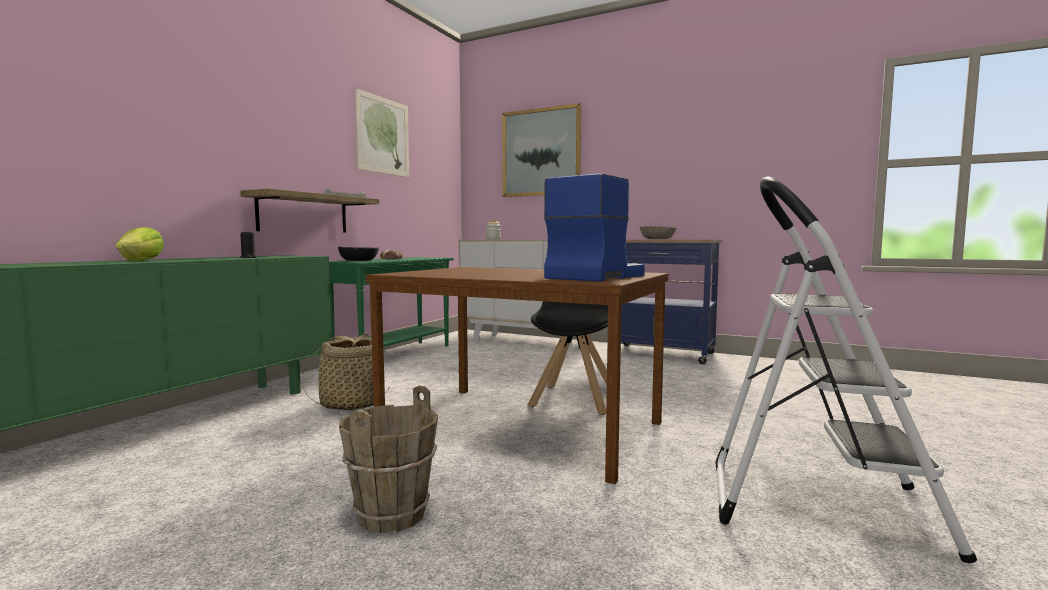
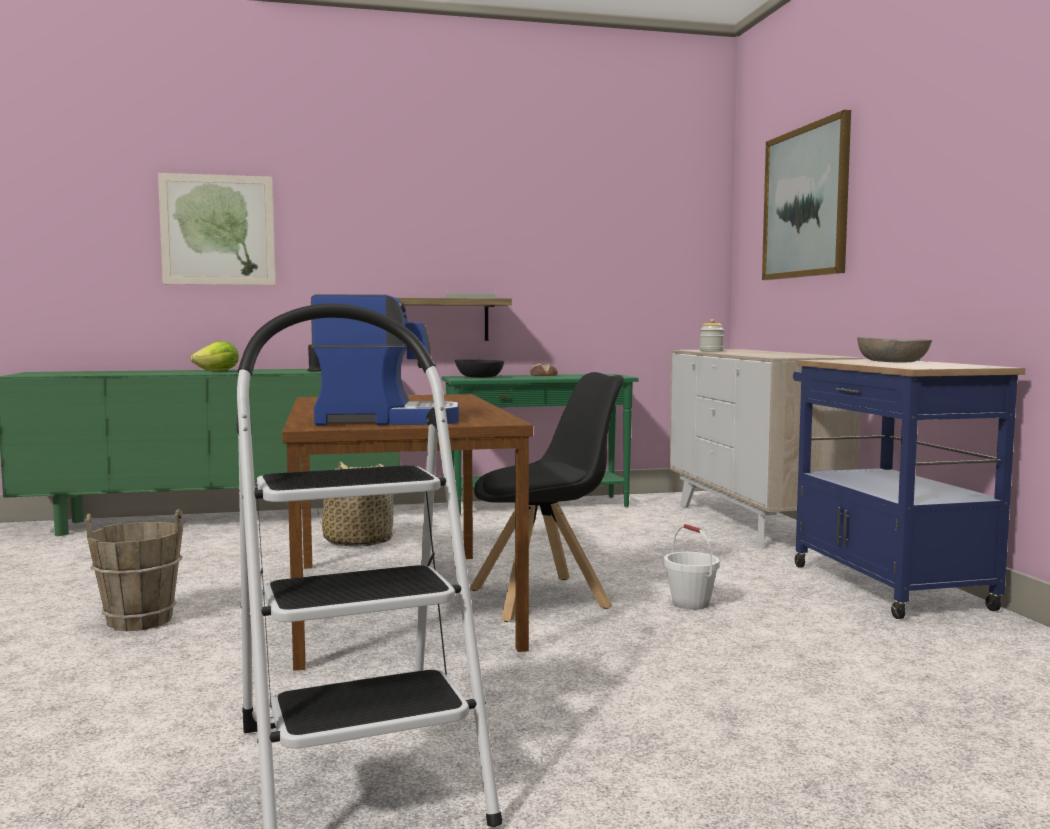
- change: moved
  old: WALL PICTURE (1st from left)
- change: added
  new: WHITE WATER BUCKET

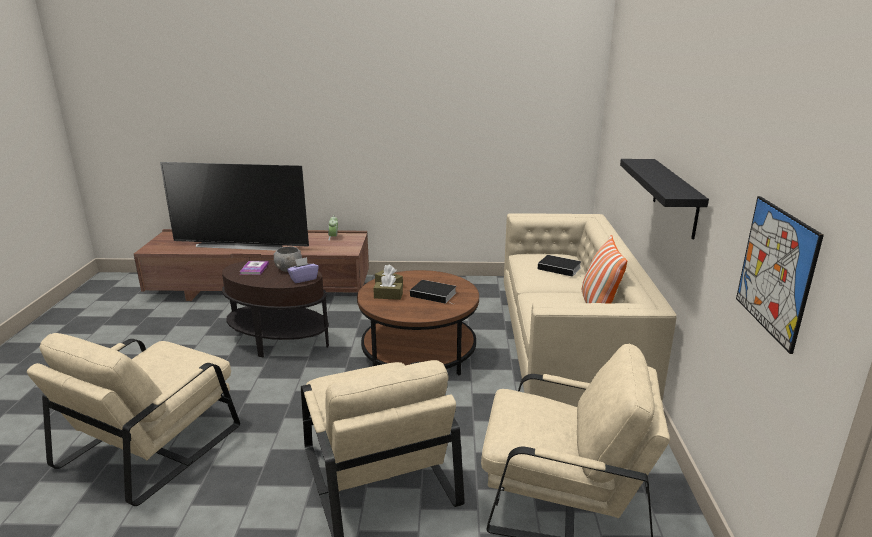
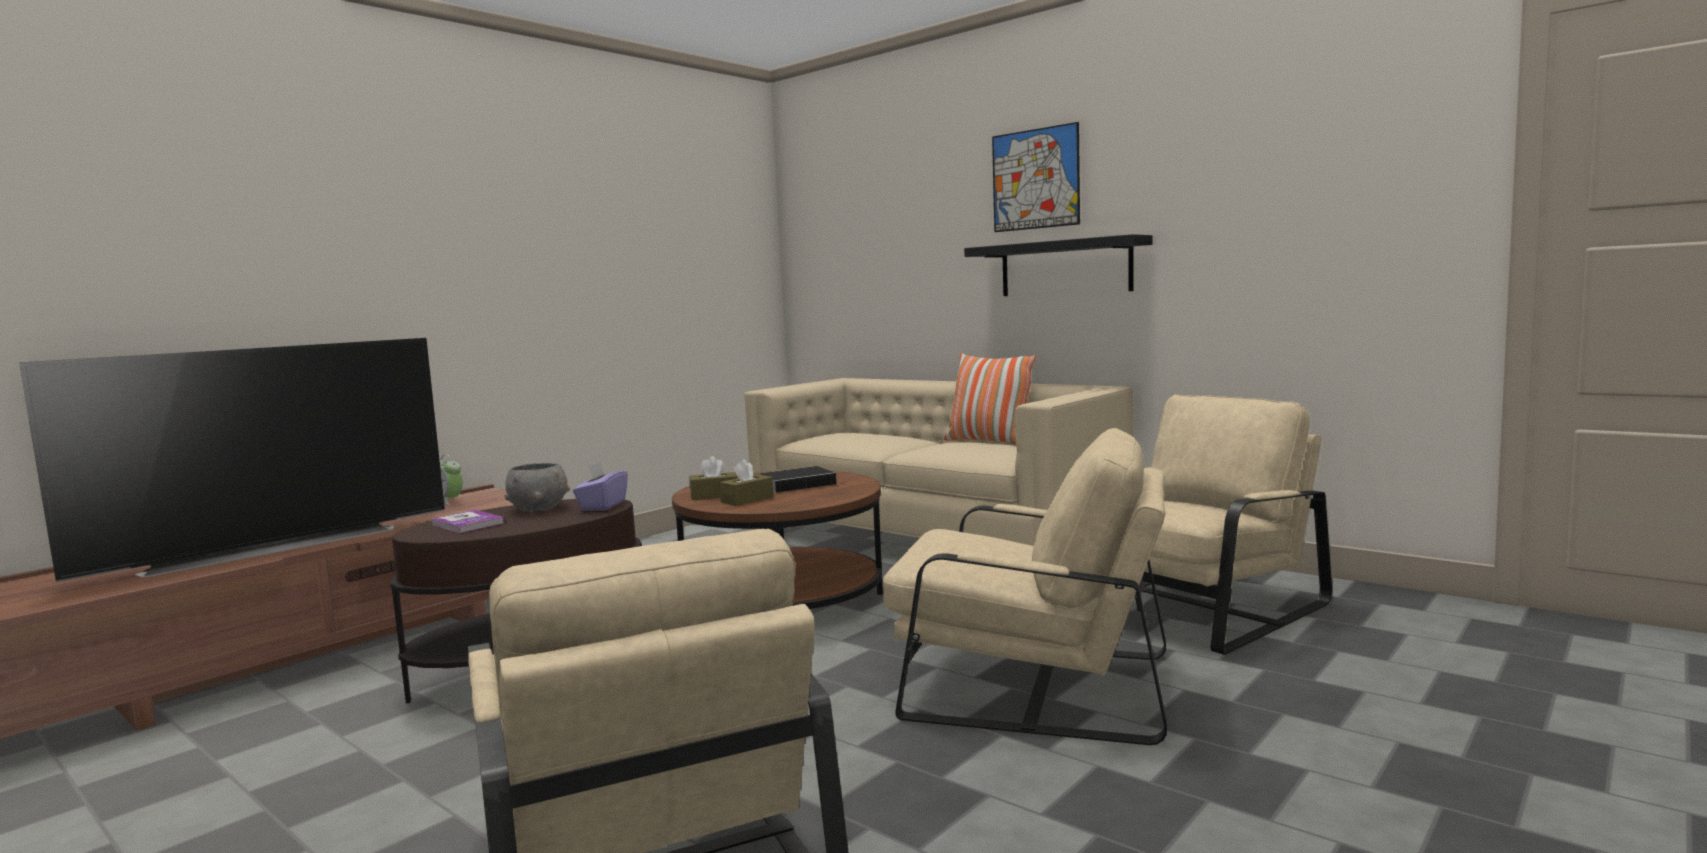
- change: moved
  old: WALL PICTURE
- change: removed
  old: BOOK (3rd from left)

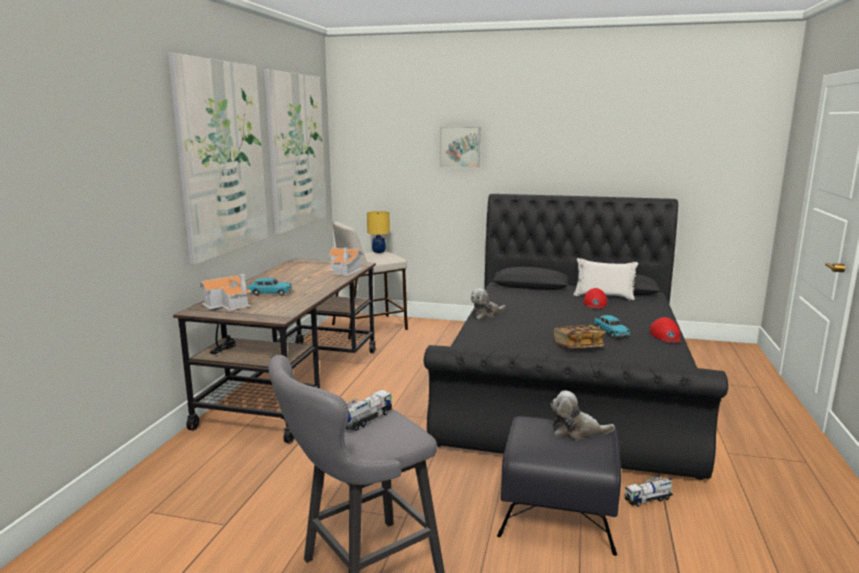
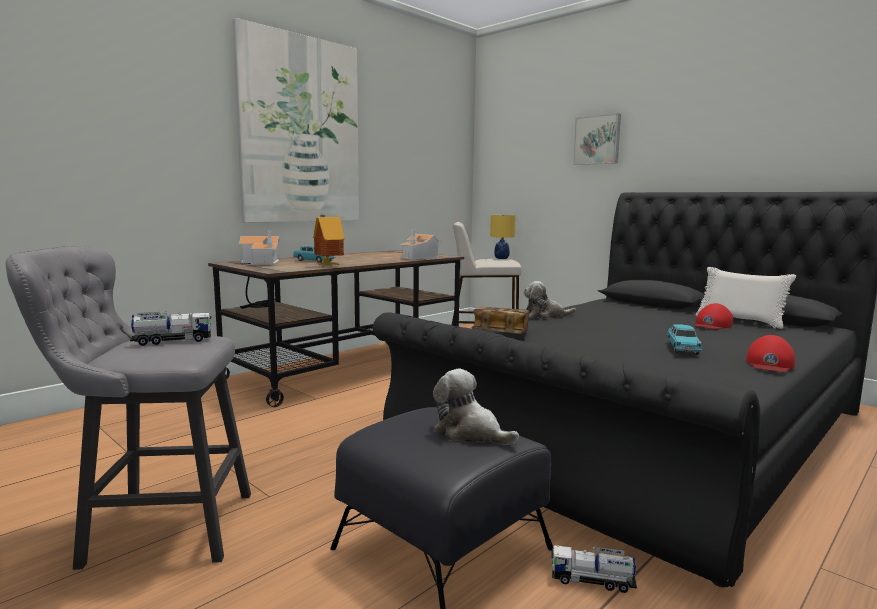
- change: removed
  old: WALL PICTURE (2nd from left)
- change: moved
  old: BOOK
- change: added
  new: TOY HOUSE (2nd from left)

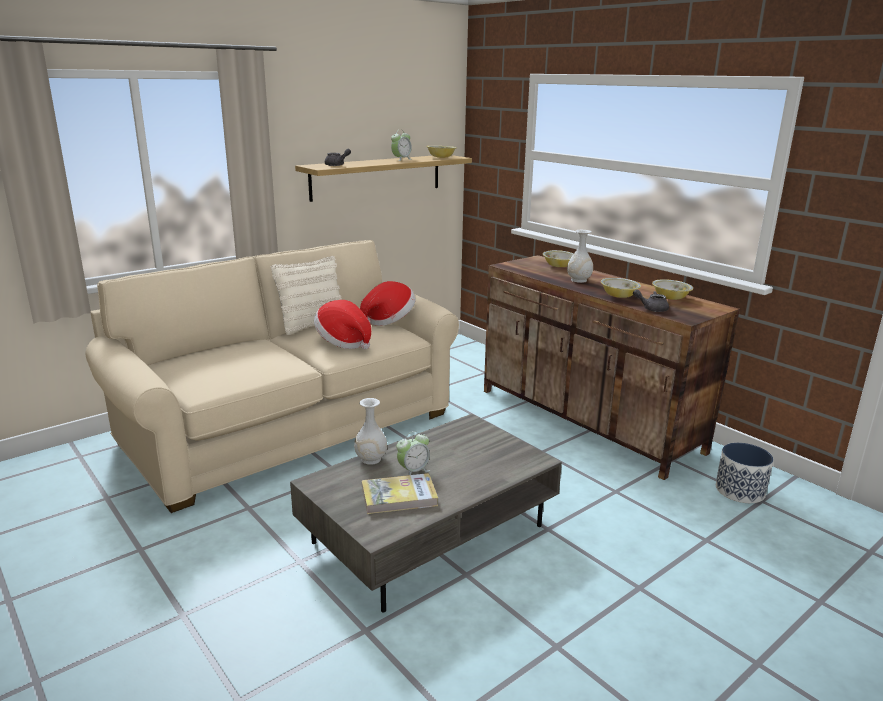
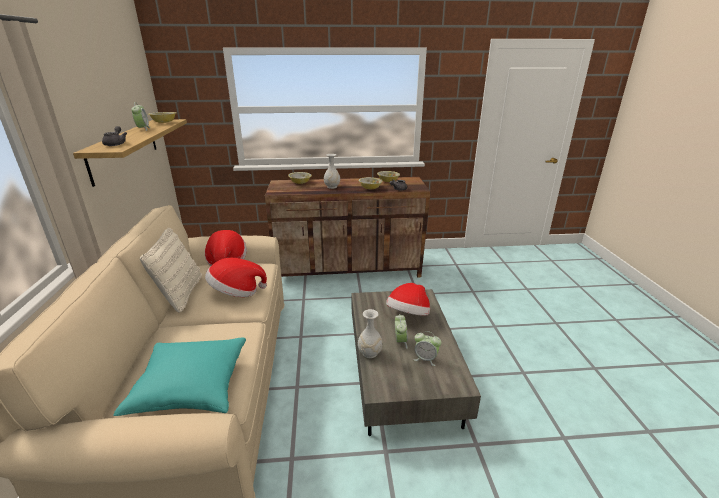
- change: removed
  old: FLOWER POT
- change: replaced
  old: BOOK
  new: TABLE CLOCK (3rd from left)
- change: added
  new: CLOTHING HAT (3rd from left)
- change: added
  new: TURQUOISE THROW PILLOW

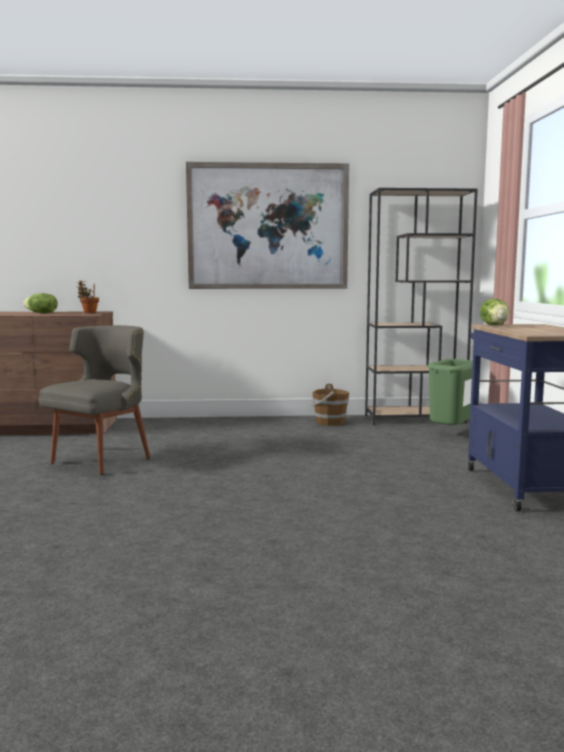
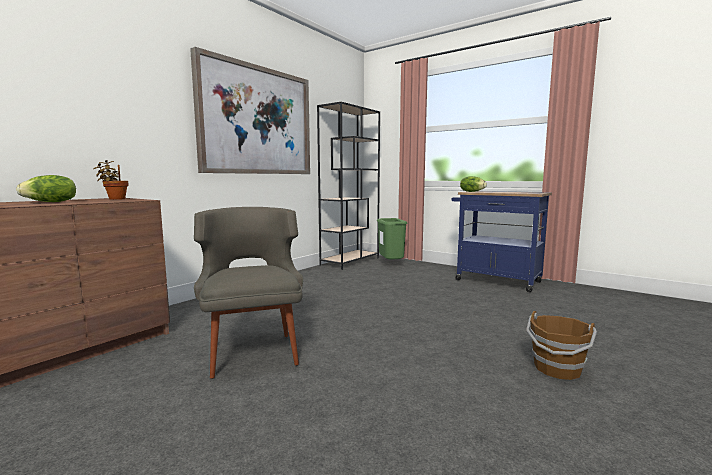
- change: moved
  old: BROWNISH WATER BUCKET

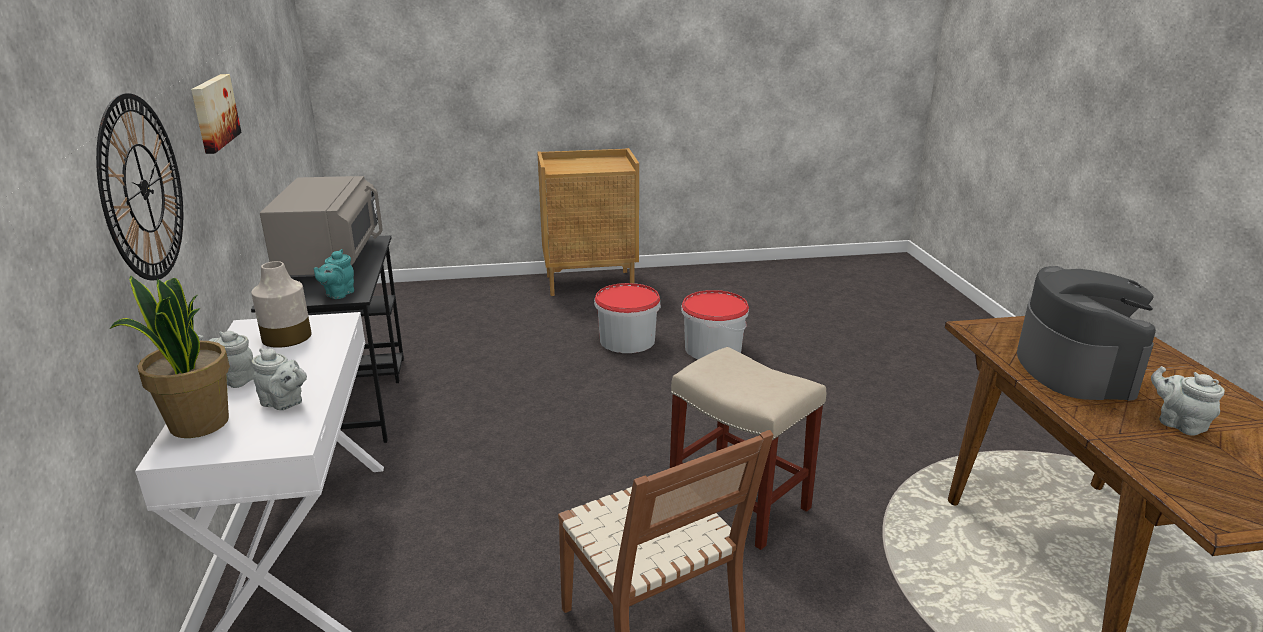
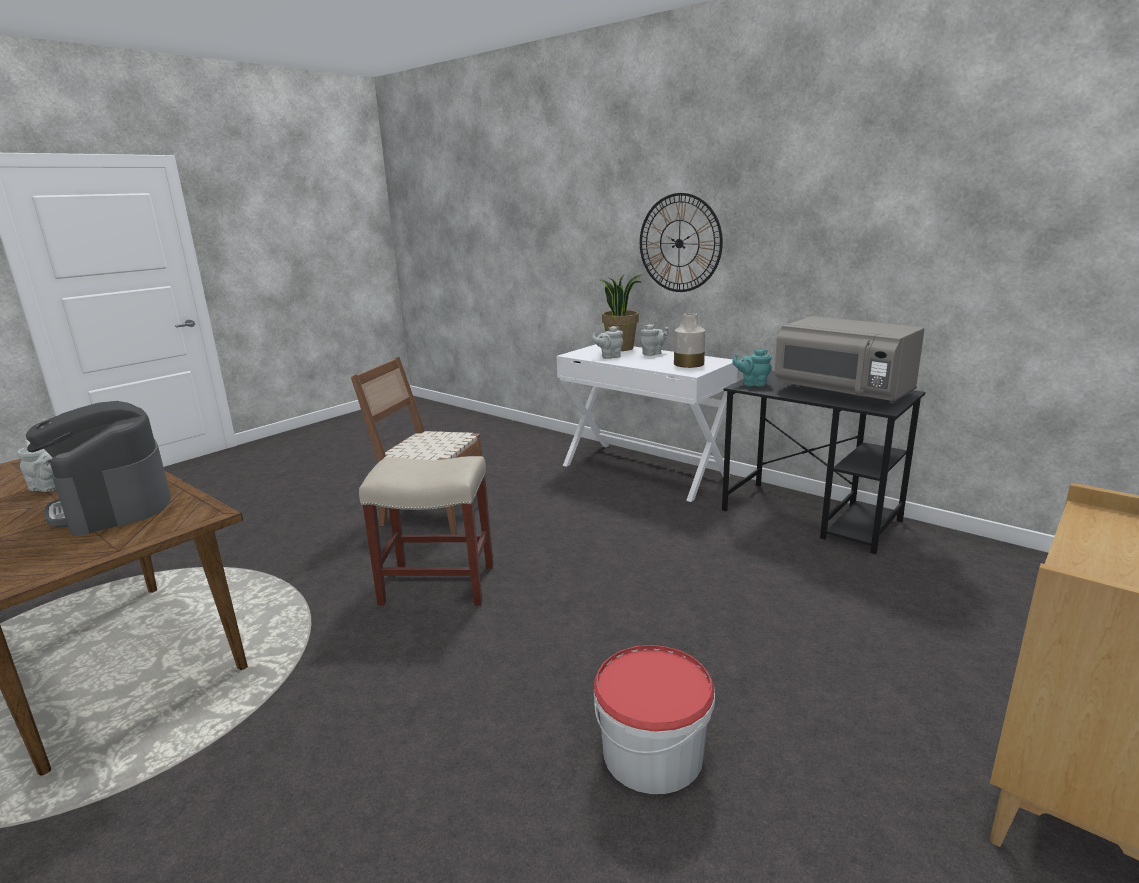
- change: removed
  old: WALL PICTURE
- change: turned
  old: TURQUOISE POT FOR TEA
  degrees: -60
- change: removed
  old: WATER BUCKET (1st from left)

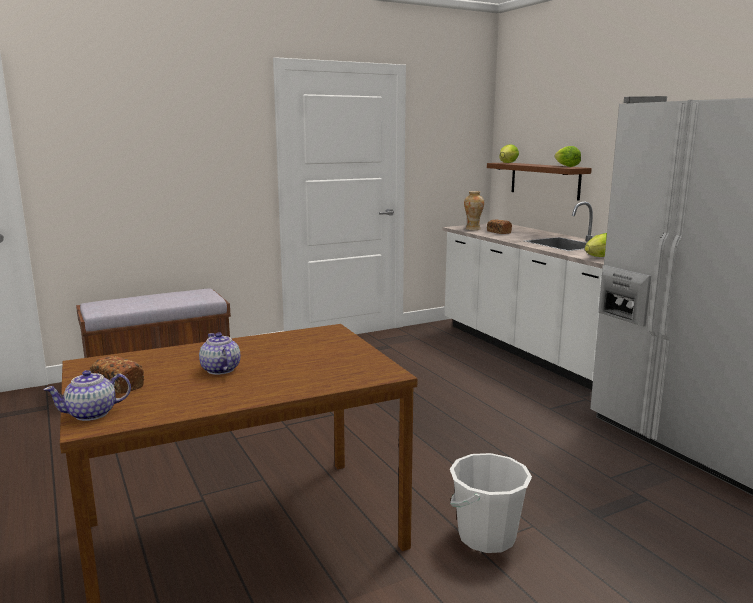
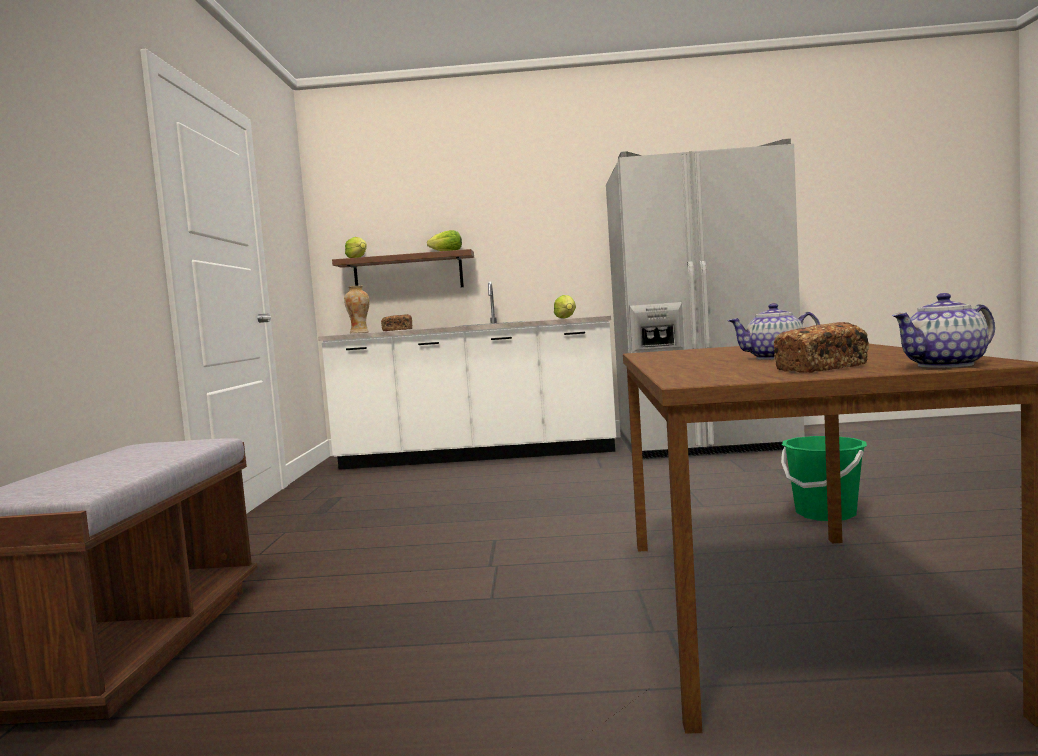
- change: turned
  old: POT FOR TEA (1st from left in the first image)
  degrees: 75
- change: recoloured
  old: WHITE WATER BUCKET
  new: GREENISH WATER BUCKET

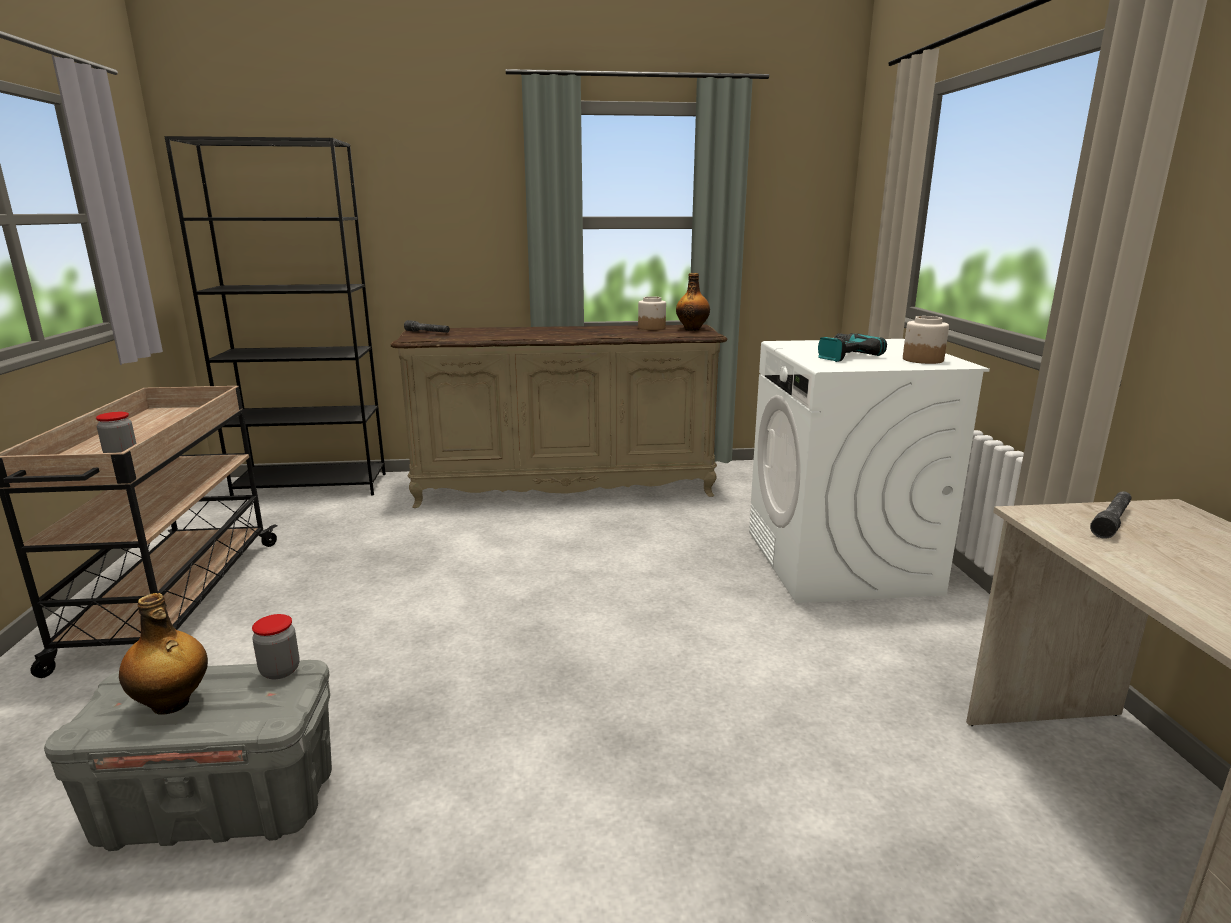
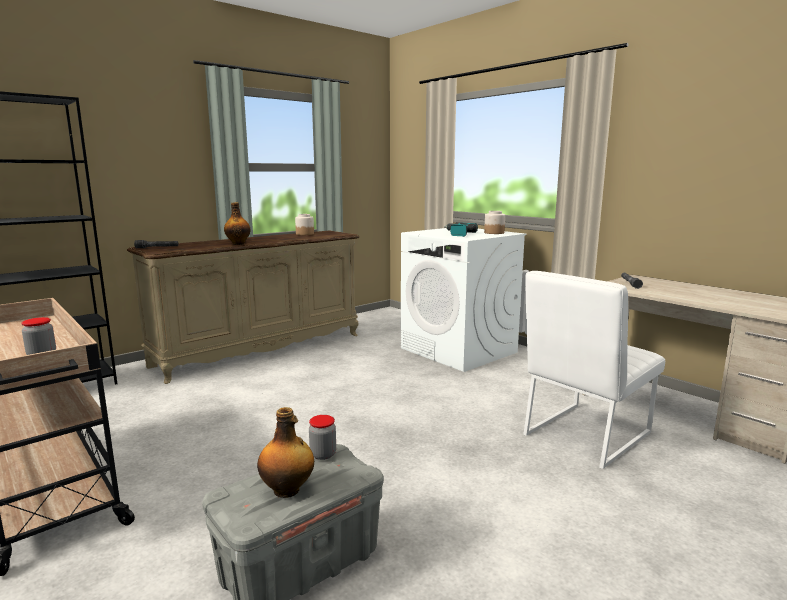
- change: moved
  old: BOTTLE (2nd from left in the first image)
  new: BOTTLE (1st from left)
- change: added
  new: WHITE CHAIR

